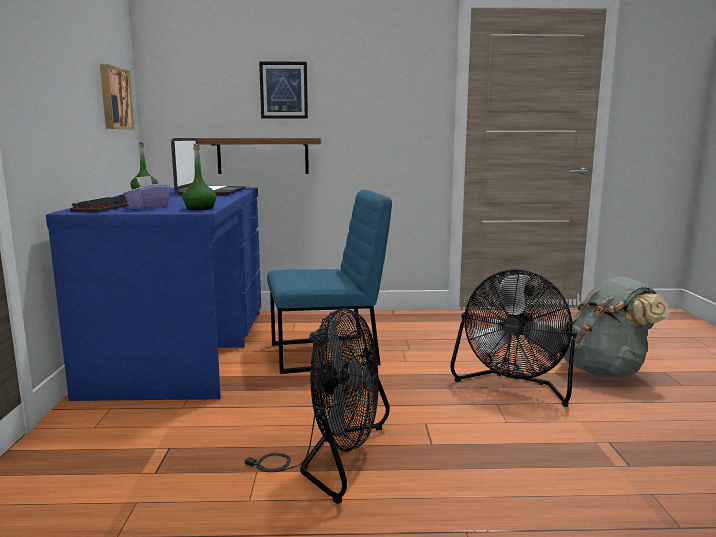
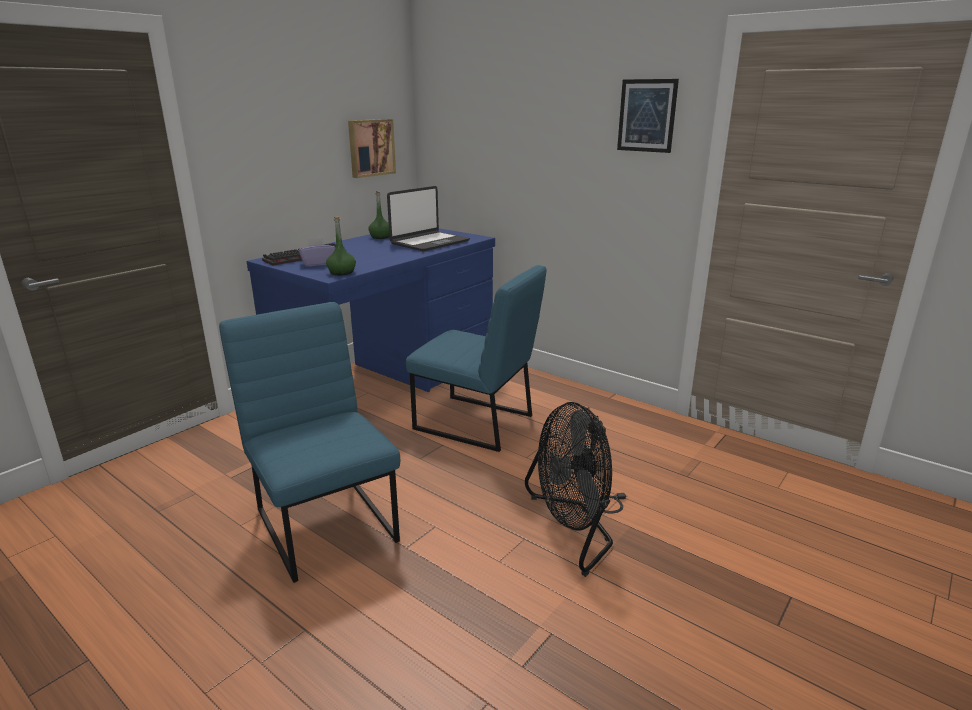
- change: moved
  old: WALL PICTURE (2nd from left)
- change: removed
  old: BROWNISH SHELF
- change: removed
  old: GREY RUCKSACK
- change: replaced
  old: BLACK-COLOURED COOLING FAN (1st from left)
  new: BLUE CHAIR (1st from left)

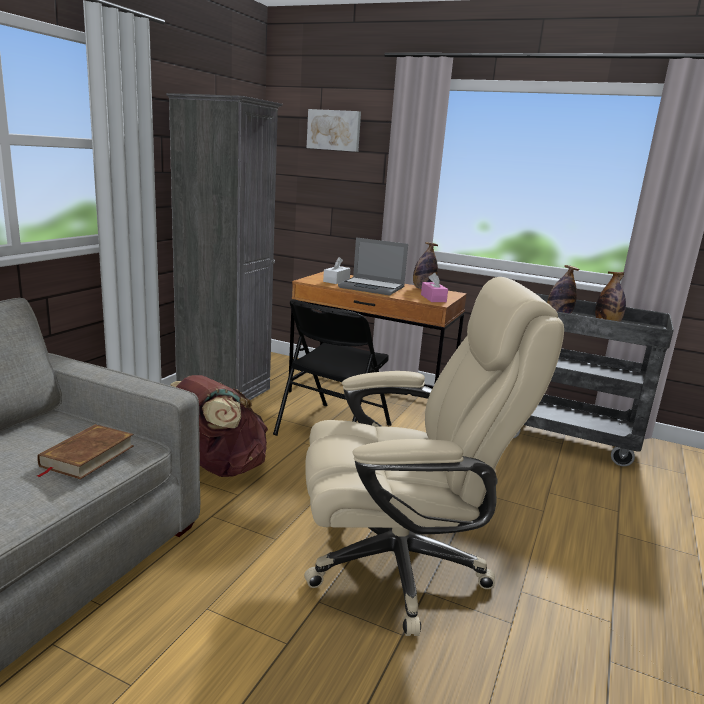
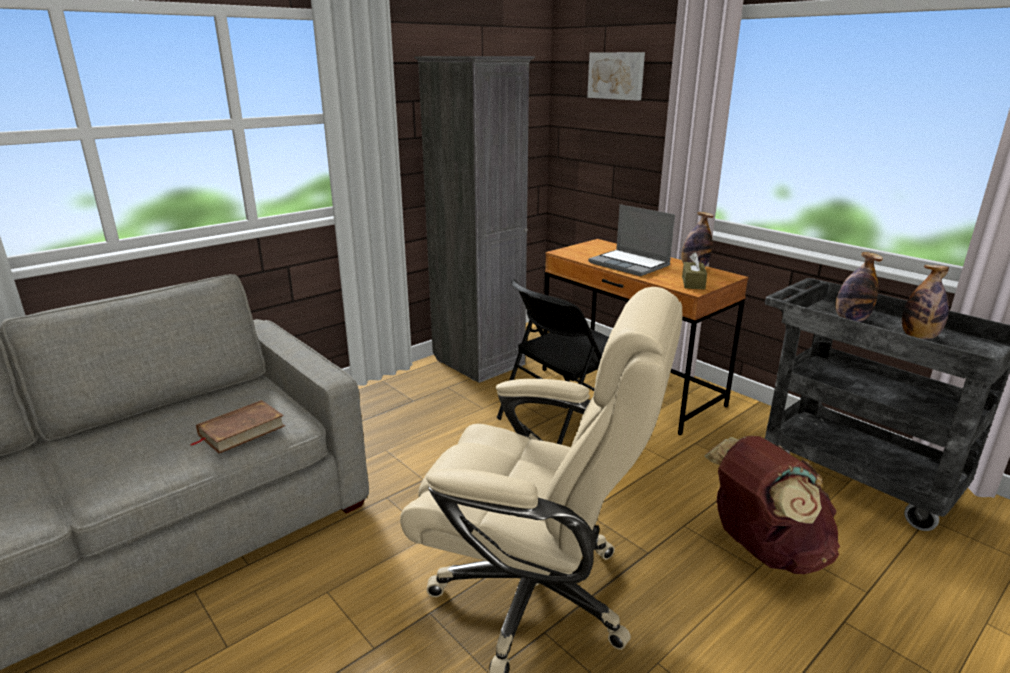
- change: removed
  old: WHITE BOX OF TISSUES
- change: recoloured
  old: PINK-COLOURED BOX OF TISSUES
  new: BROWNISH BOX OF TISSUES
- change: moved
  old: BROWNISH RUCKSACK

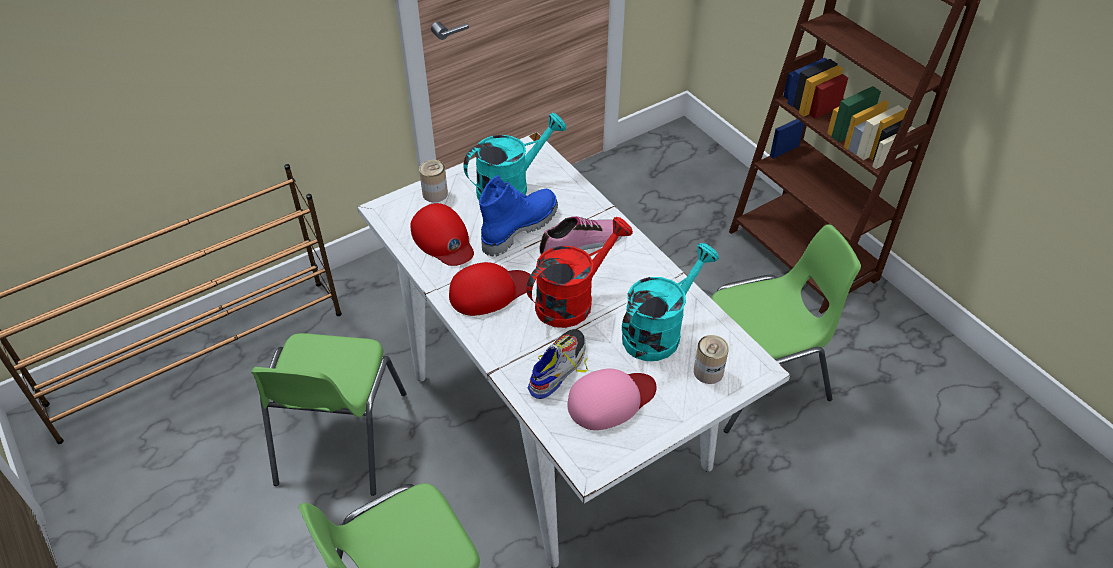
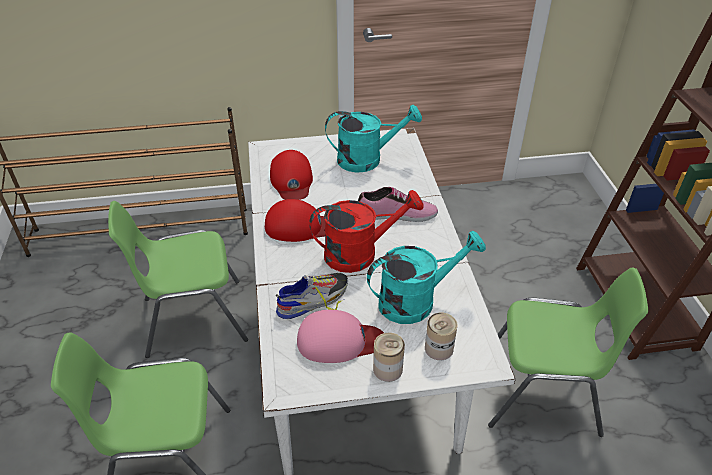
- change: moved
  old: METAL CAN (1st from left)
- change: removed
  old: BLUE BOOT
- change: turned
  old: GREENISH CHAIR (1st from left in the first image)
  degrees: 45

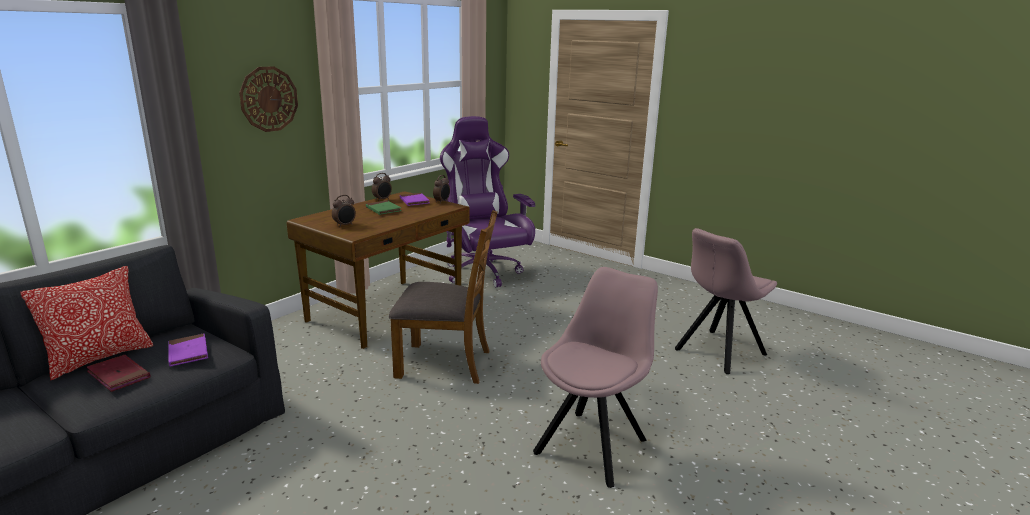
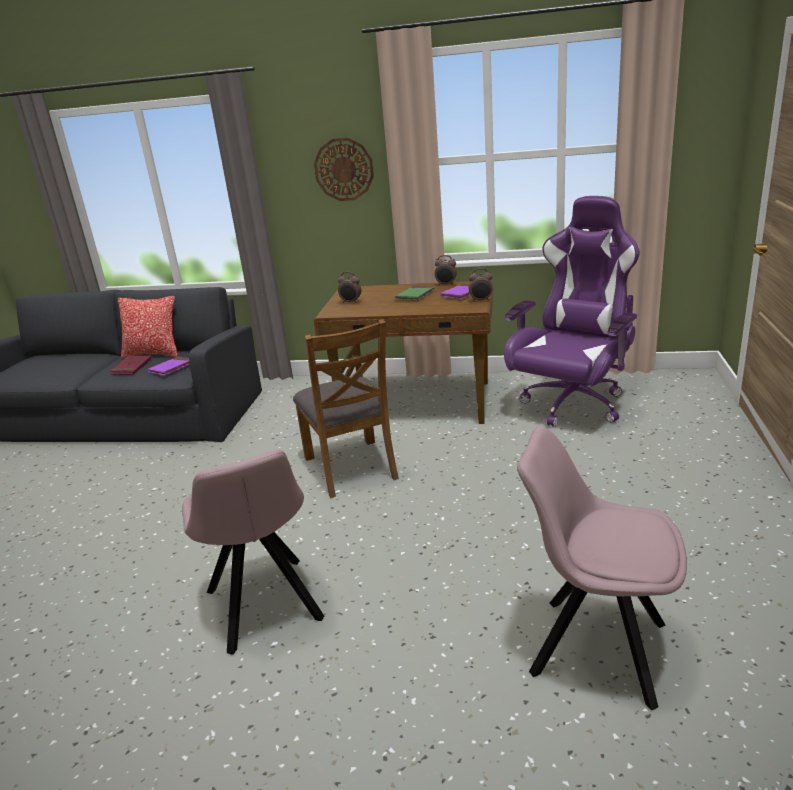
- change: turned
  old: PINK-COLOURED CHAIR (1st from left)
  degrees: 60

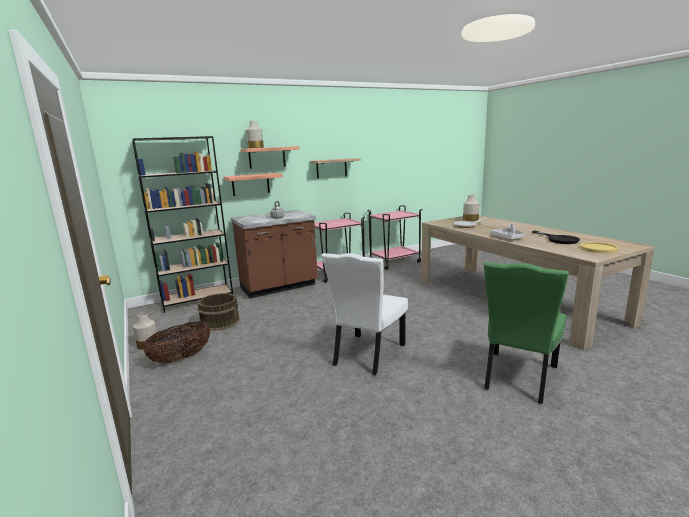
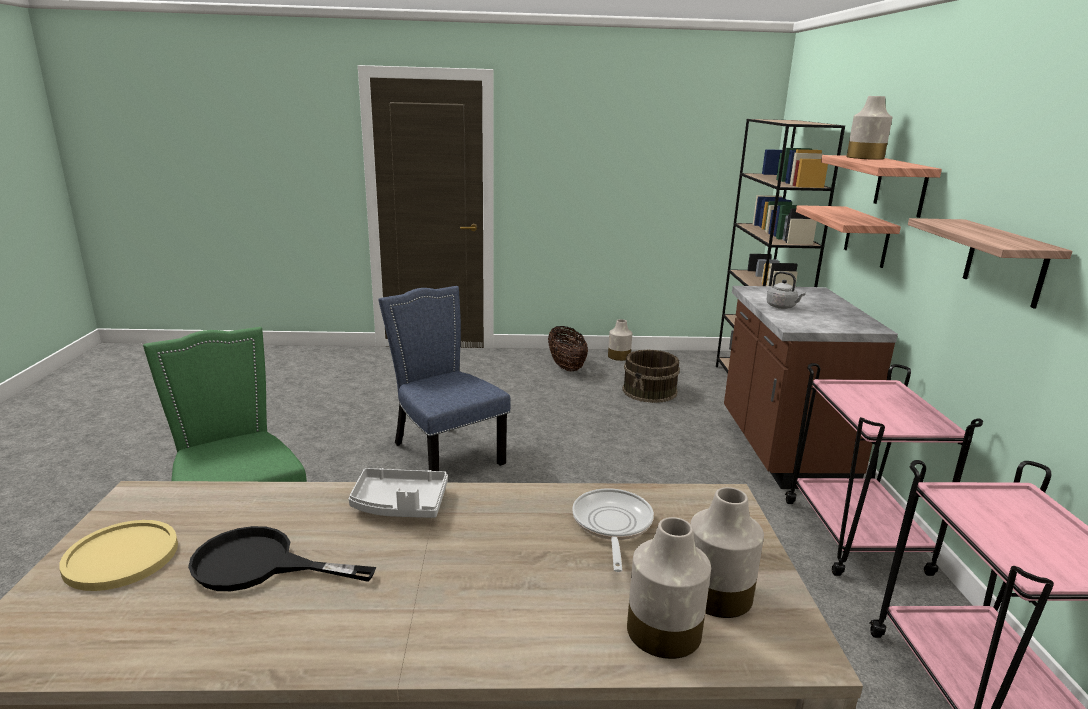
- change: recoloured
  old: WHITE CHAIR
  new: BLUE CHAIR
- change: added
  new: SAND-COLOURED FLOWER VASE (2nd from left)

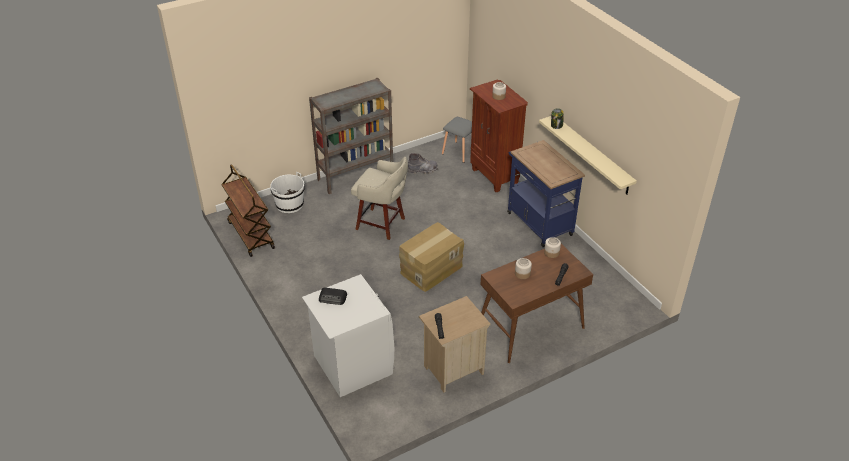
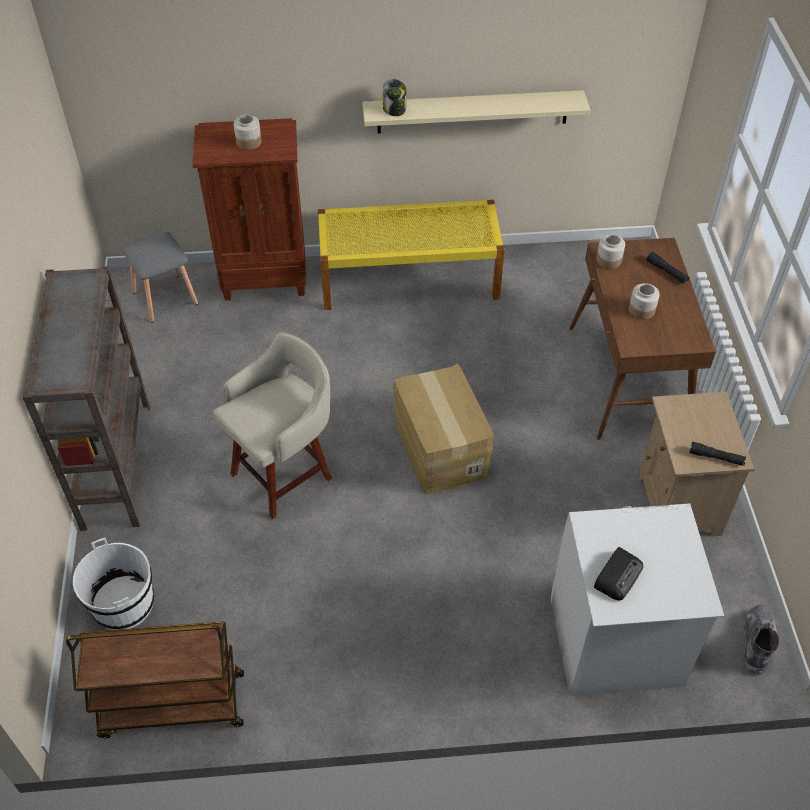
- change: replaced
  old: BLUE TROLLEY
  new: YELLOW-COLOURED LONG SEAT
- change: moved
  old: GREY BOOT

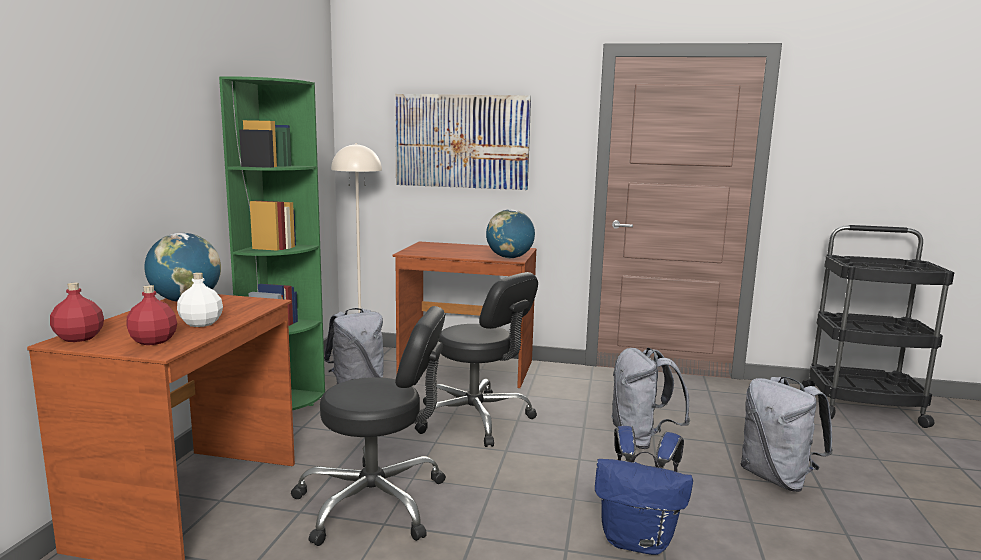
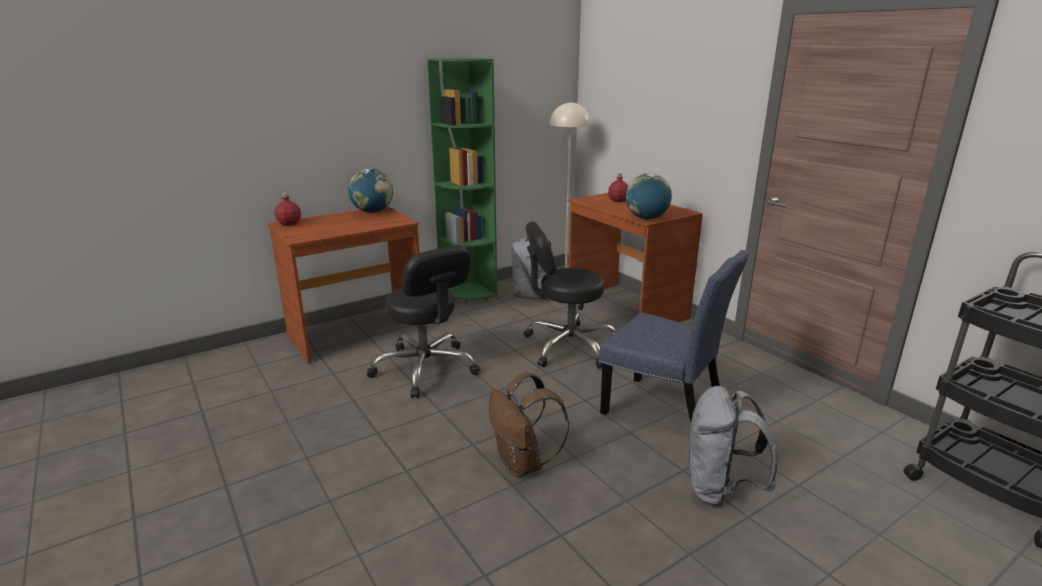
- change: removed
  old: WALL PICTURE
- change: removed
  old: WHITE BOTTLE
- change: turned
  old: BLACK-COLOURED OFFICE CHAIR (2nd from left)
  degrees: 90
- change: moved
  old: RED-COLOURED BOTTLE (2nd from left)
- change: replaced
  old: GREY RUCKSACK (2nd from left)
  new: BLUE CHAIR
- change: recoloured
  old: BLUE RUCKSACK
  new: BROWNISH RUCKSACK

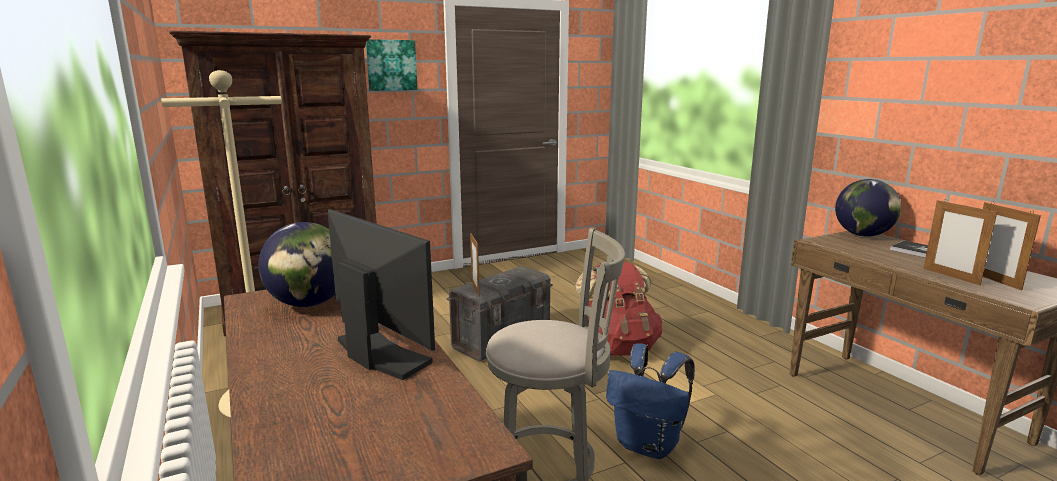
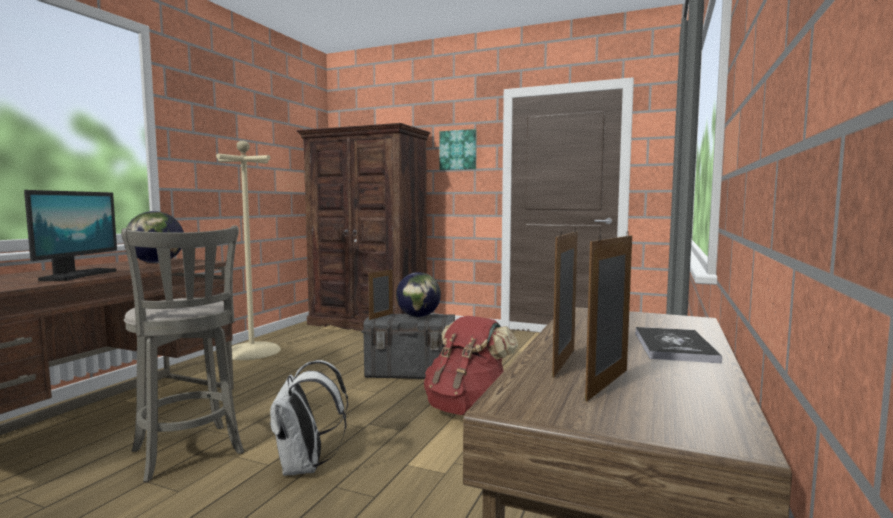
- change: moved
  old: DESK GLOBE (2nd from left)
- change: recoloured
  old: BLUE RUCKSACK
  new: WHITE RUCKSACK

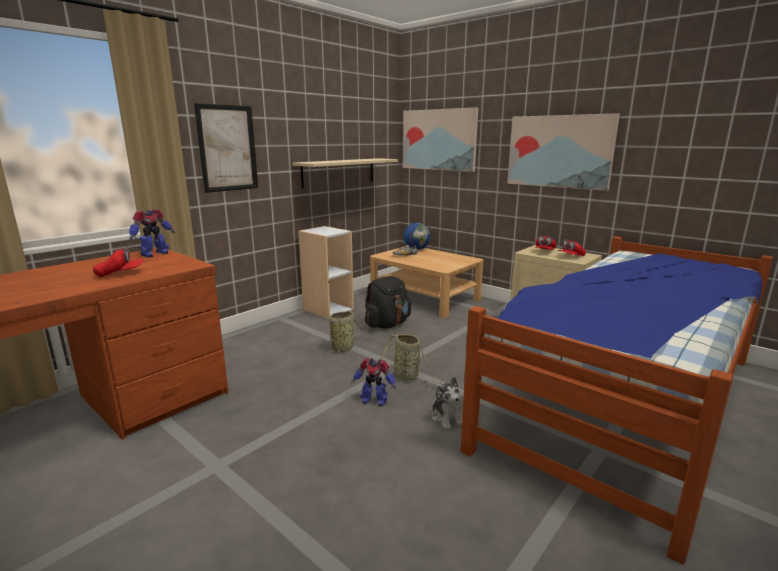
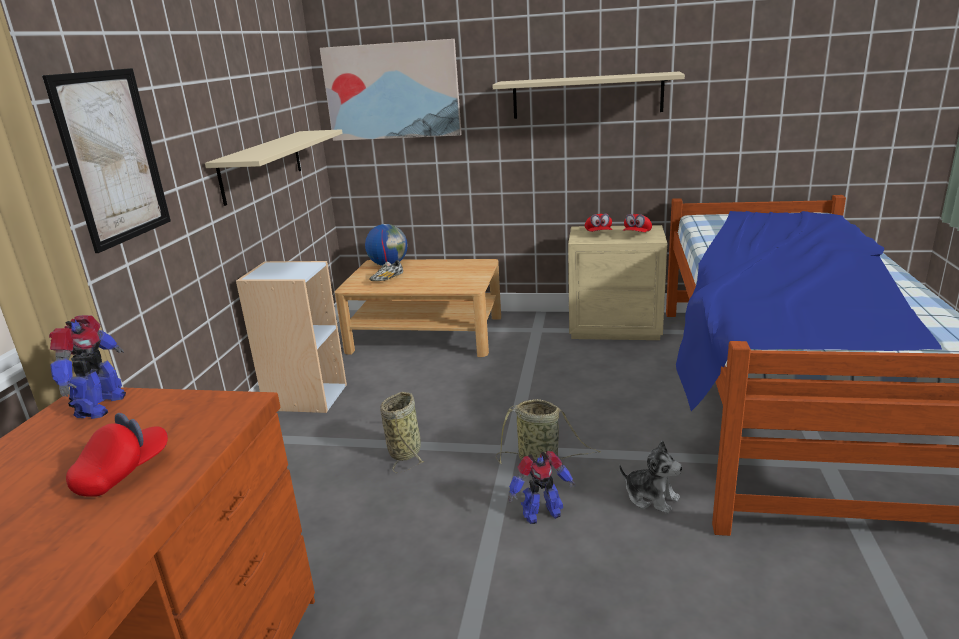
- change: replaced
  old: WALL PICTURE (3rd from left)
  new: SAND-COLOURED SHELF (2nd from left)
- change: removed
  old: BLACK-COLOURED RUCKSACK

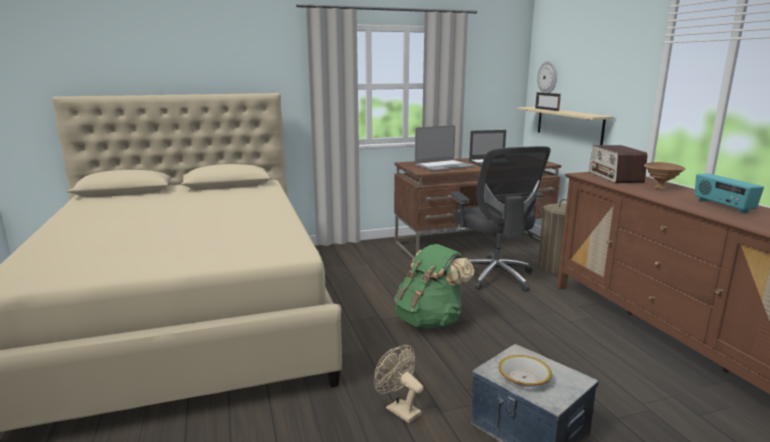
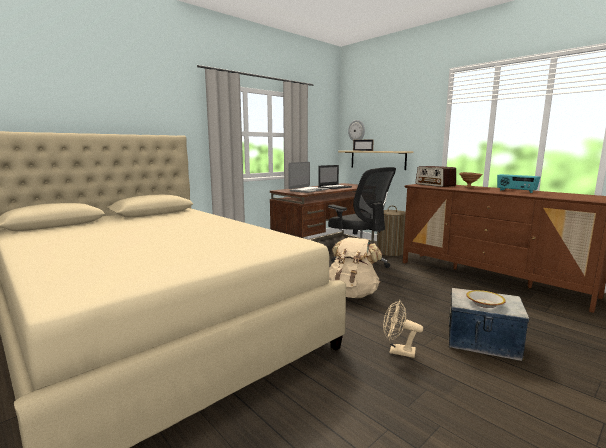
- change: recoloured
  old: GREENISH RUCKSACK
  new: SAND-COLOURED RUCKSACK

